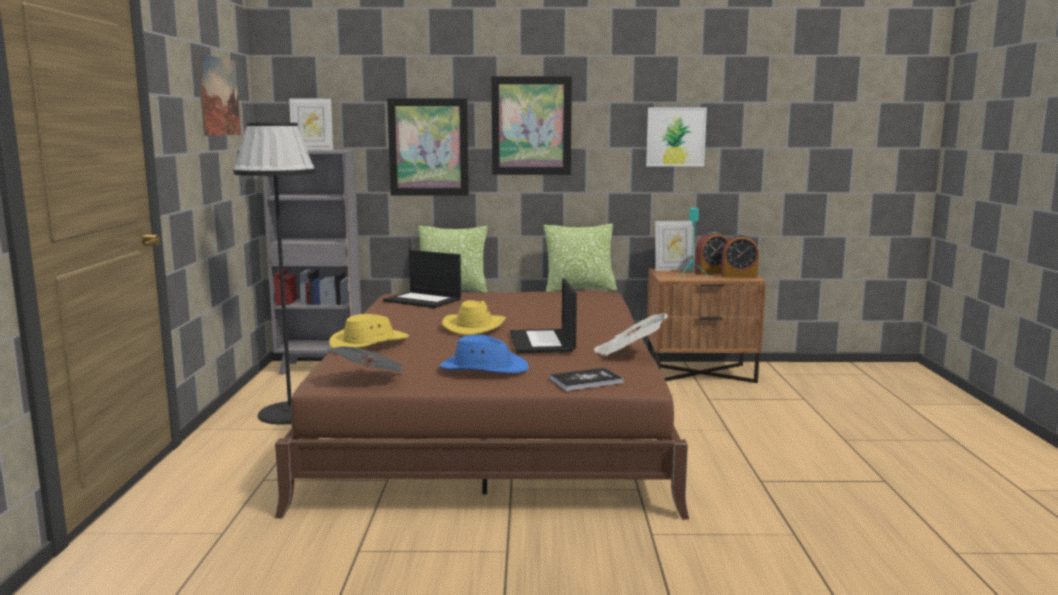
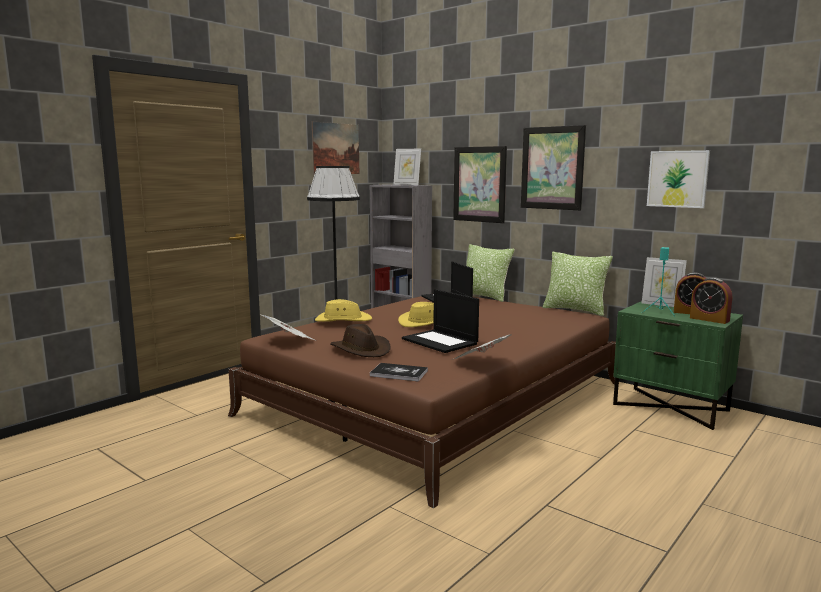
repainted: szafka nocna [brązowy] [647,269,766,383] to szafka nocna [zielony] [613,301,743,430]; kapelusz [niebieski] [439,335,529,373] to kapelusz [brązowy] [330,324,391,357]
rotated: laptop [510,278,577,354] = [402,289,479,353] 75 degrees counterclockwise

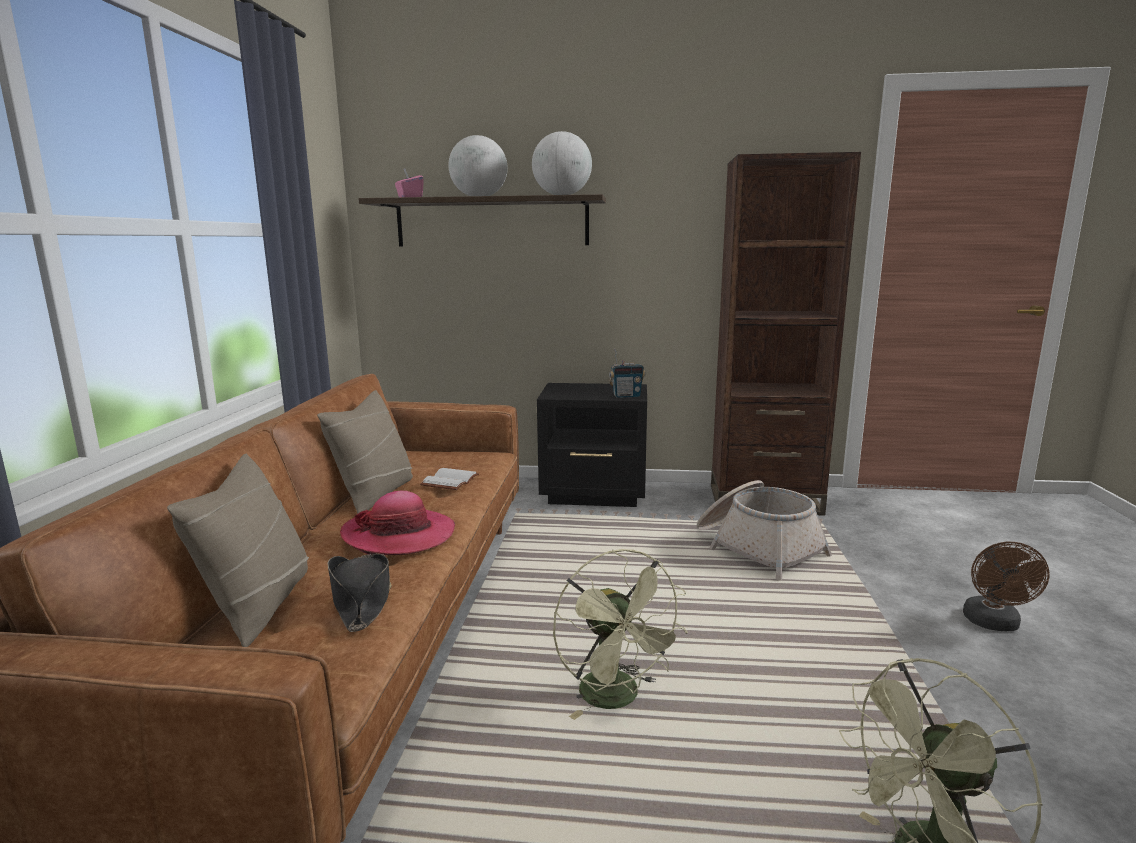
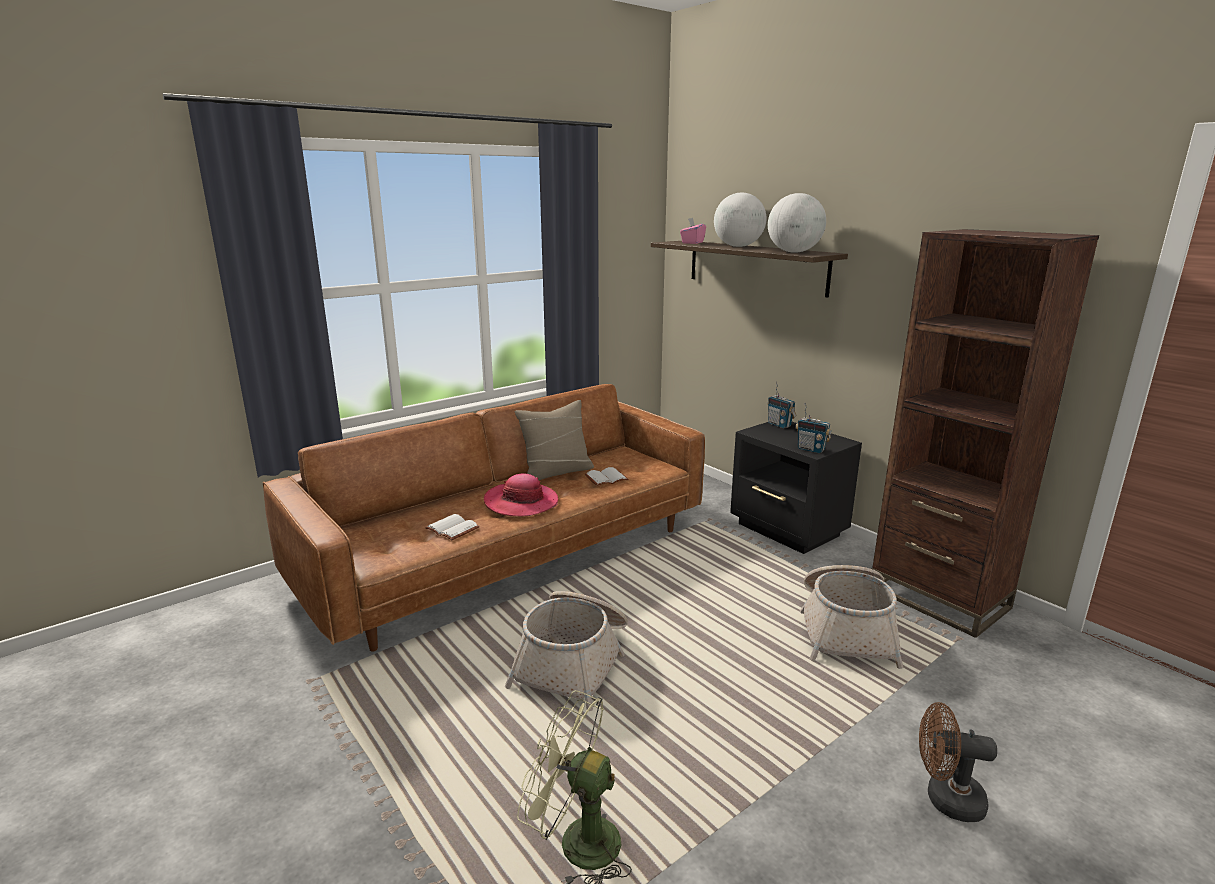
gone: poduszka [beżowy] [167,454,309,647]
new: radio [768,382,797,428]
swapped: wentylator [zielony] [553,549,688,720] to koszyk [505,591,628,711]; kapelusz [czarny] [328,553,392,632] to książka [biały] [425,514,480,540]
rotated: wentylator [brązowy] [963,542,1050,631] = [919,702,997,822] 45 degrees clockwise

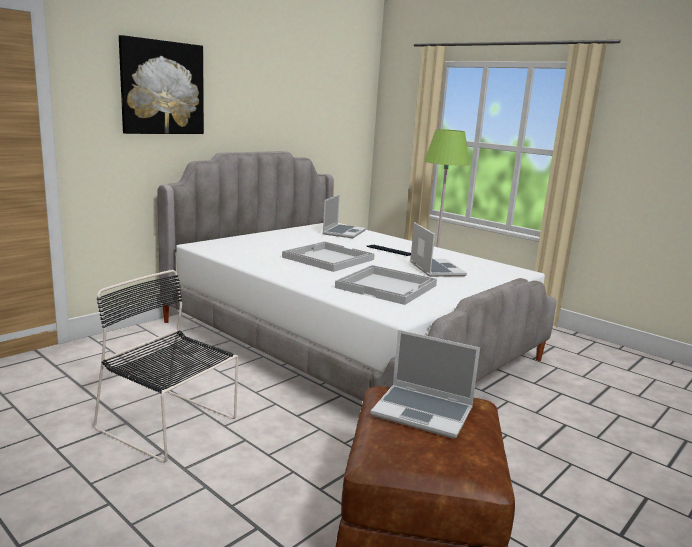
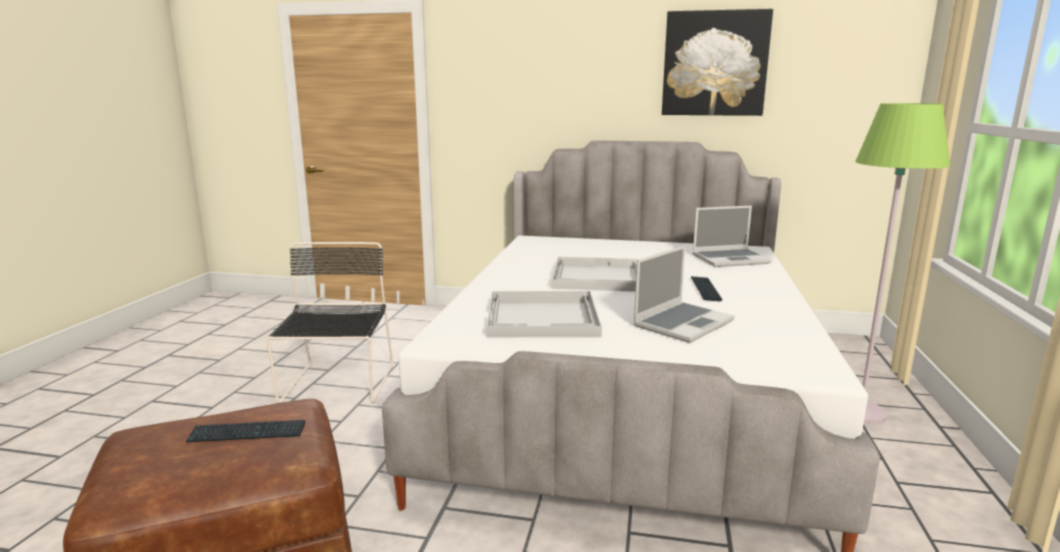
shifted: obraz [119,35,204,134] to [662,9,773,116]
swapped: laptop [371,330,480,439] to klawiatura [185,420,305,442]

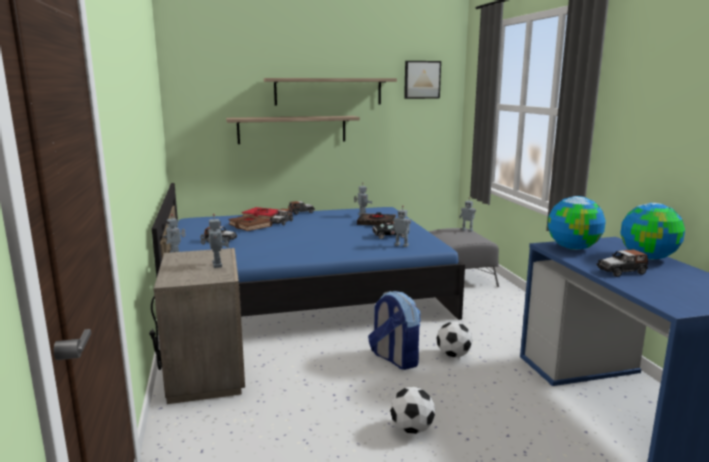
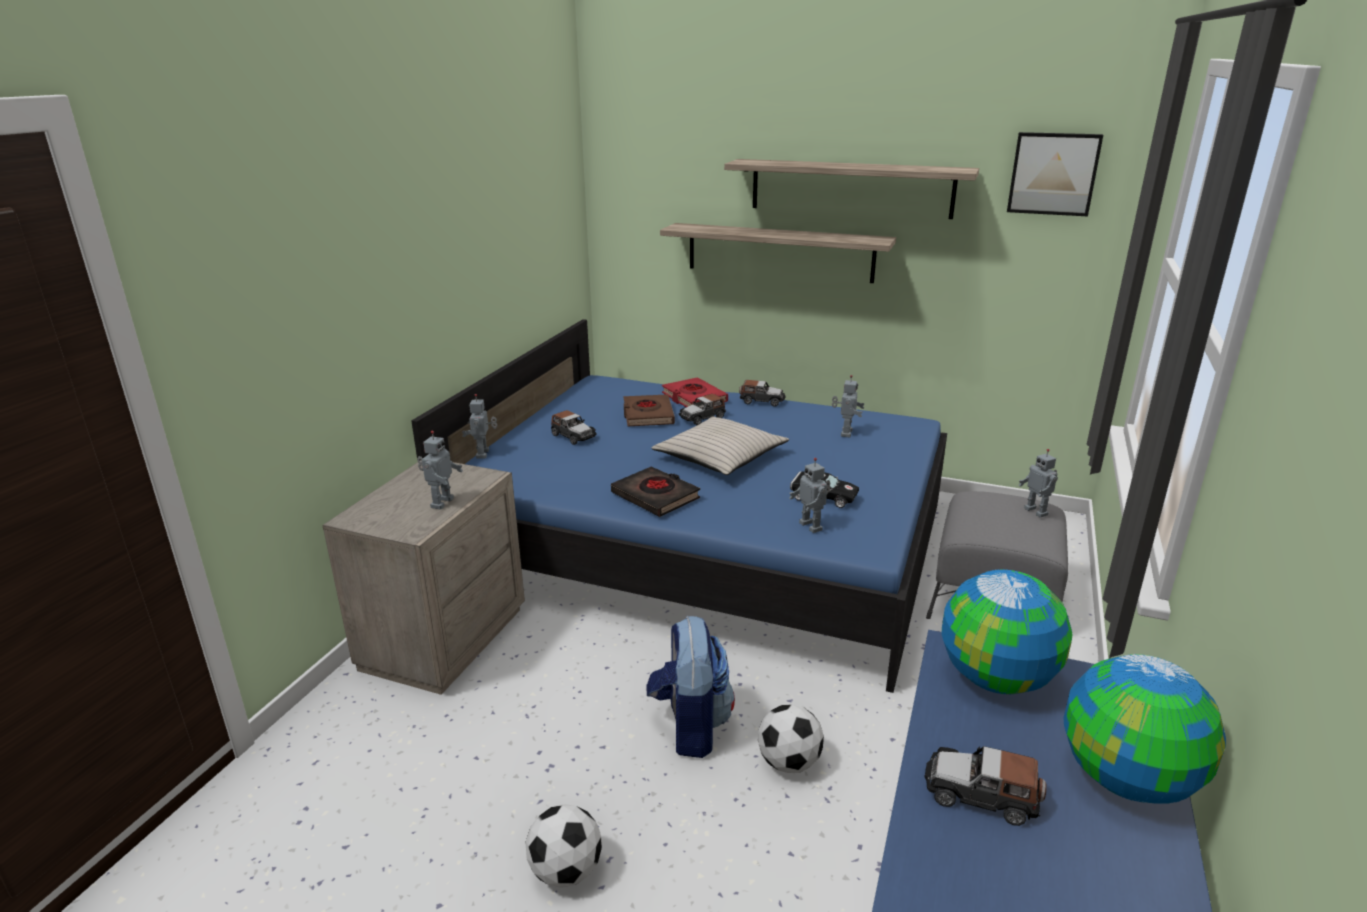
new: poduszka [beżowy] [652,416,789,475]
shifted: książka [czarny] [357,212,396,226] to [611,467,700,517]

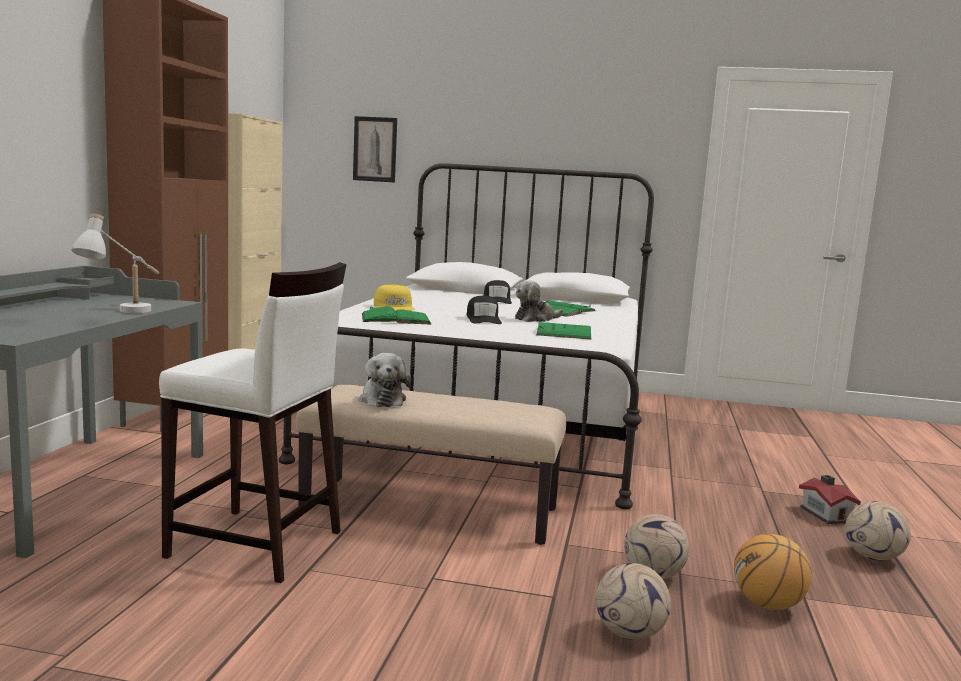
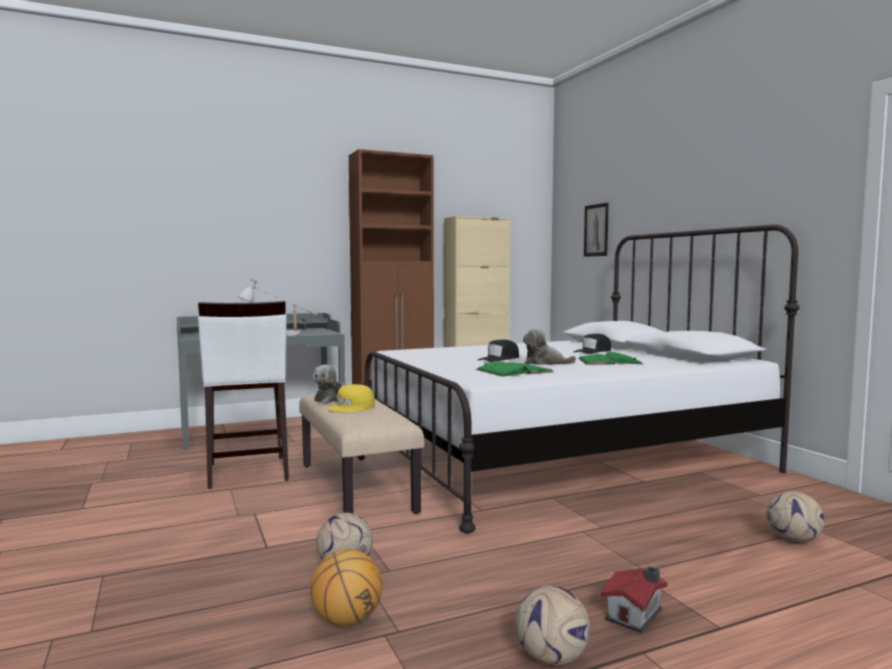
gone: książka [zielony] [362,306,431,325]
shifted: czapka z daszkiem [żółty] [374,284,415,311] to [327,384,375,412]; piłka futbolowa [596,563,671,640] to [766,491,825,543]

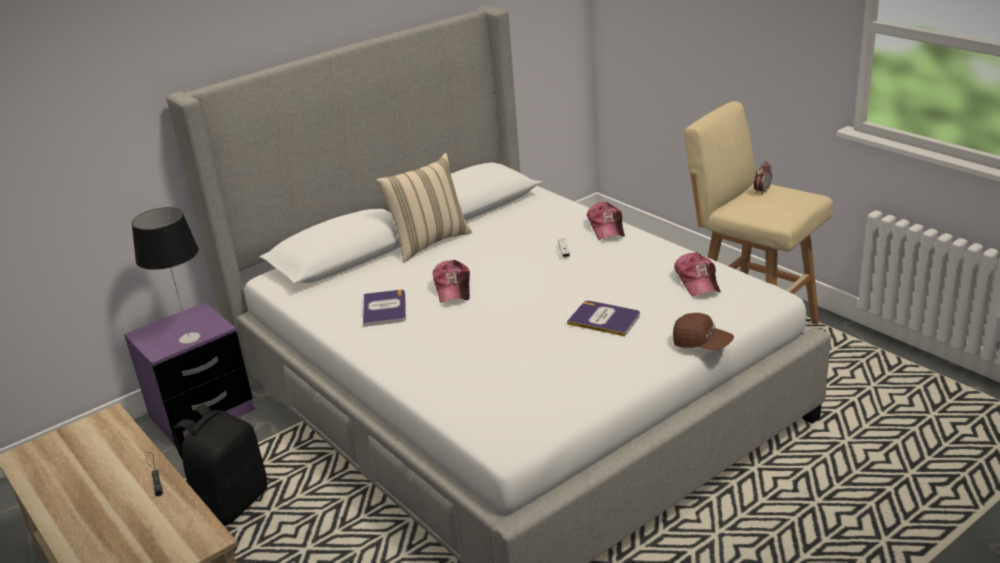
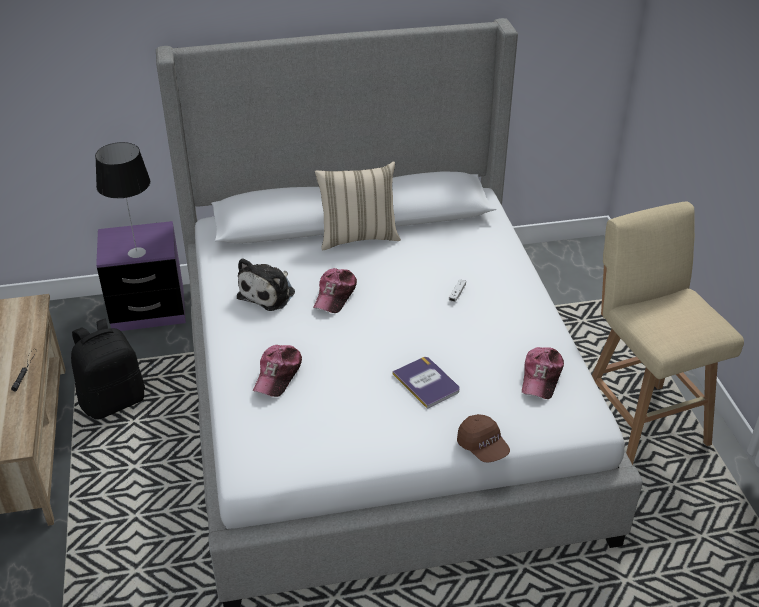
gone: budzik [754,162,772,195]
shifted: czapka z daszkiem [587,202,625,240] to [253,345,302,397]
swapped: książka [363,290,406,327] to pluszak [237,258,295,311]

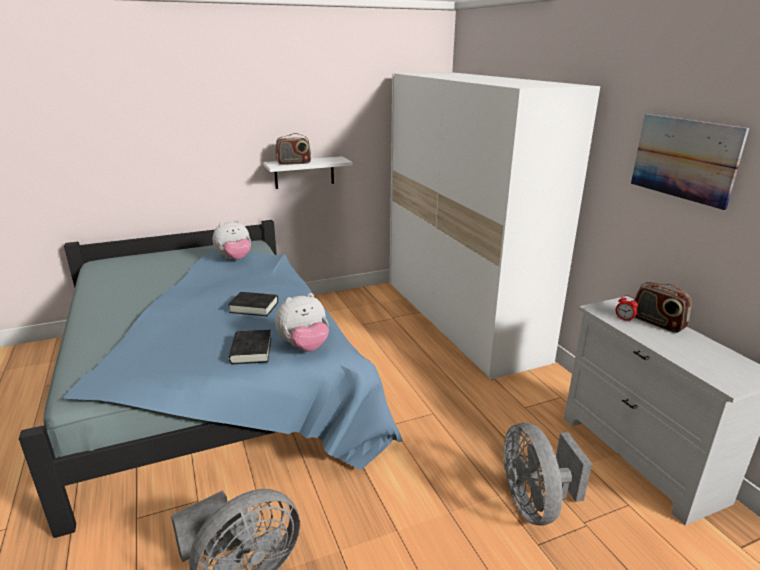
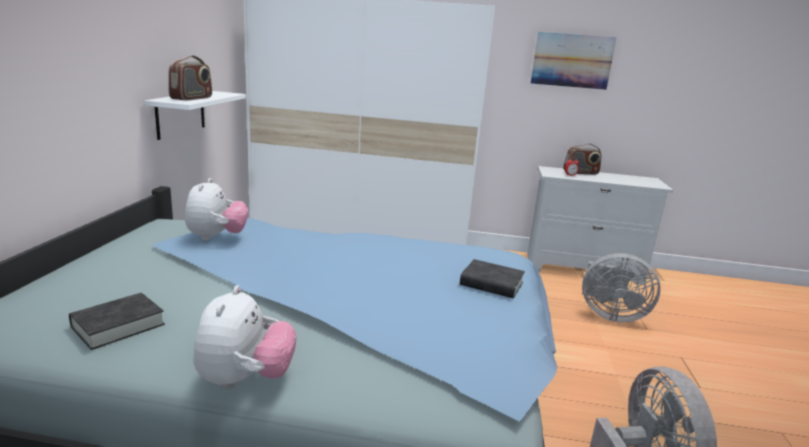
shifted: książka [czarny] [228,292,278,316] to [69,293,165,350]; pluszak [275,293,329,351] to [193,286,297,390]

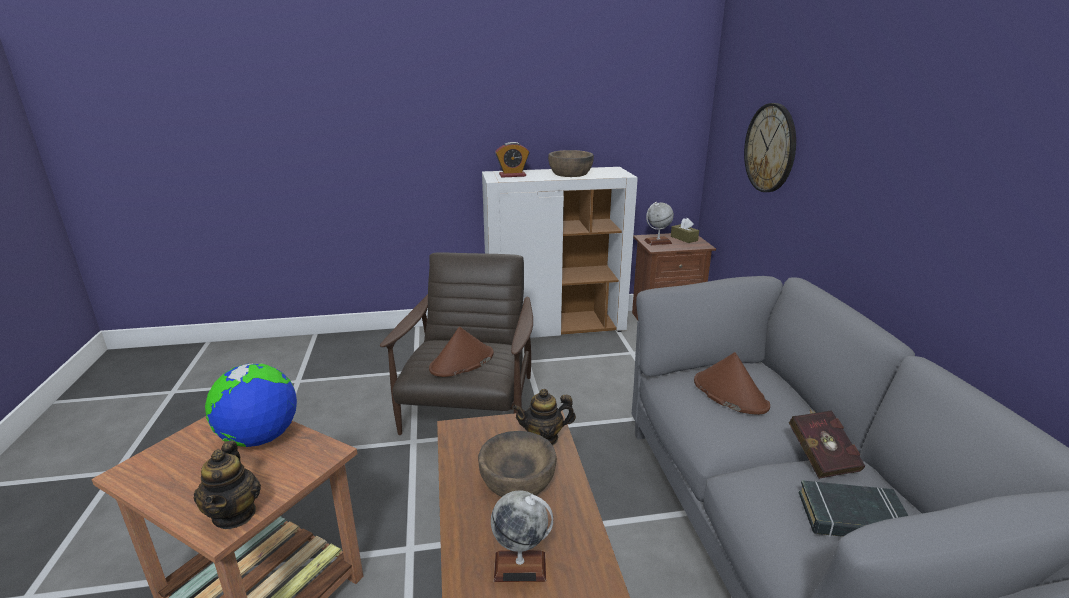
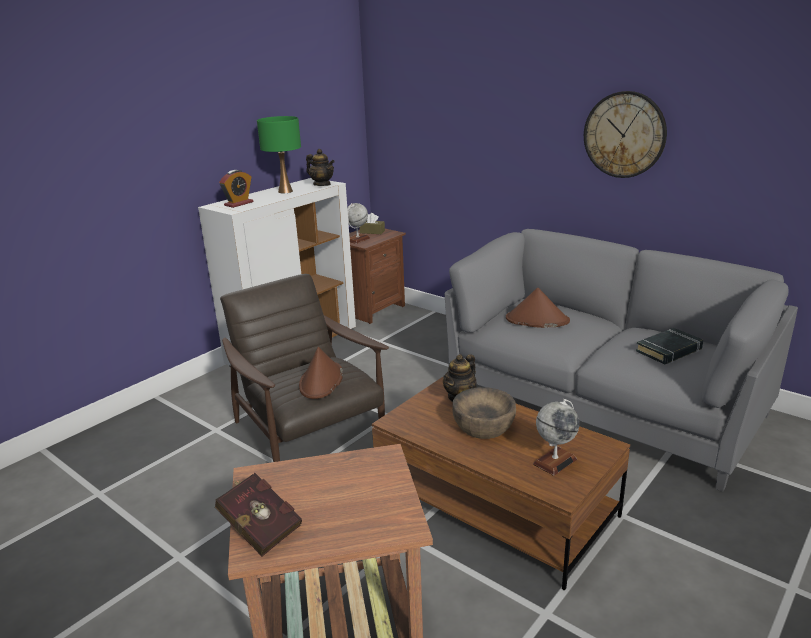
gone: globus [205,364,297,447]
shifted: zegar ścienny [744,103,796,192] to [584,91,667,178]; książka [czerwony] [788,409,865,479] to [215,473,302,557]; imbryk [193,441,261,529] to [306,149,335,186]
swapped: miska [brązowy] [548,150,594,177] to lampa stołowa [zielony] [257,116,301,193]

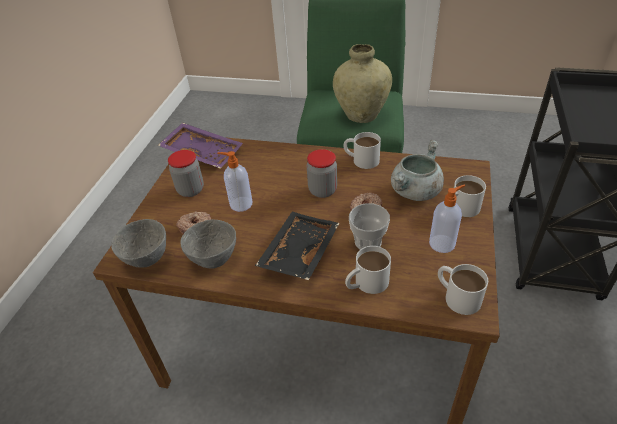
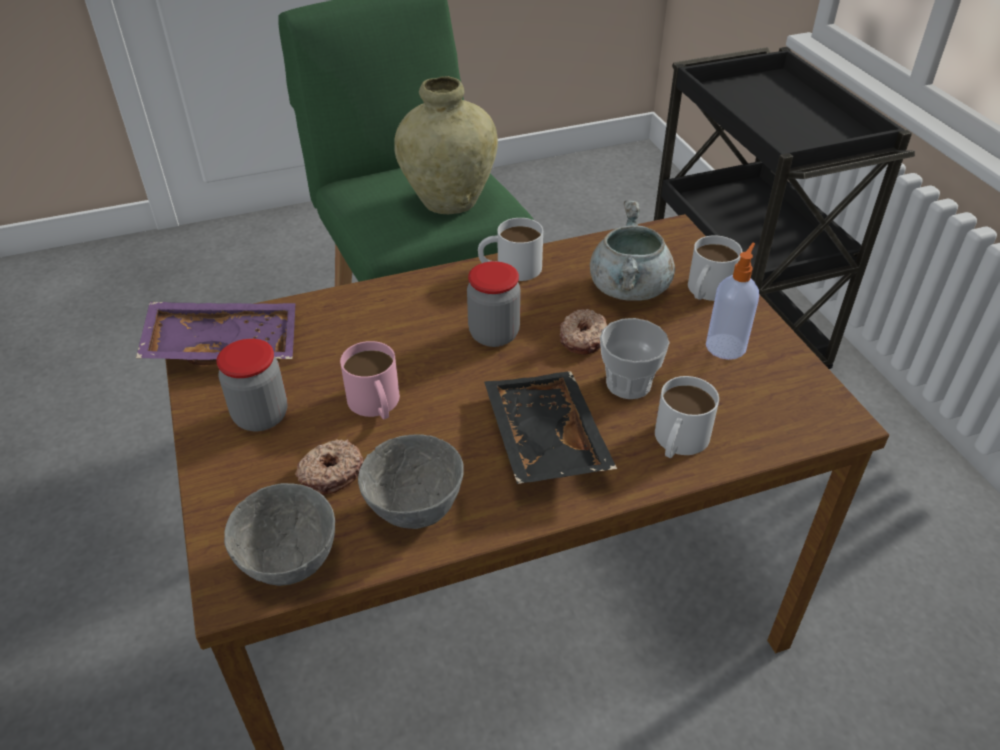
gone: kubek [biały] [438,264,488,315]
swapped: dozownik mydła [217,151,253,212] to kubek [różowy] [340,341,400,419]

